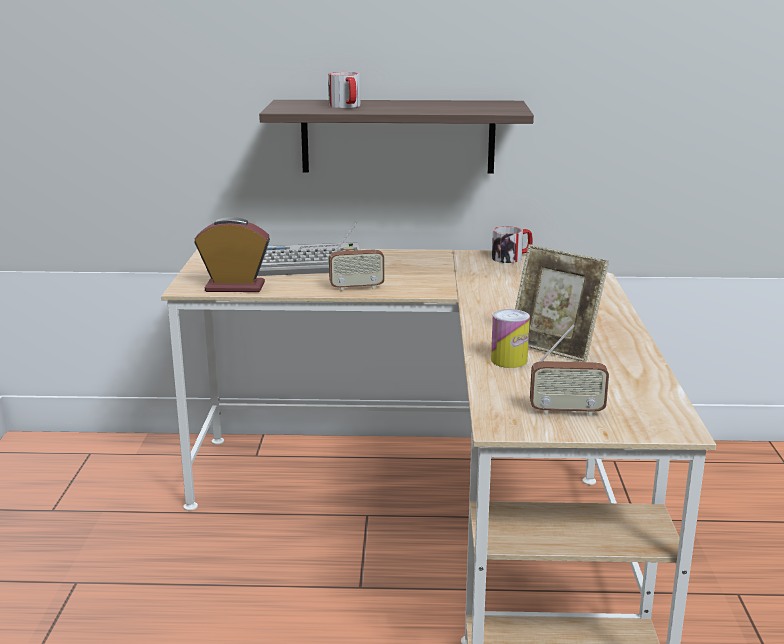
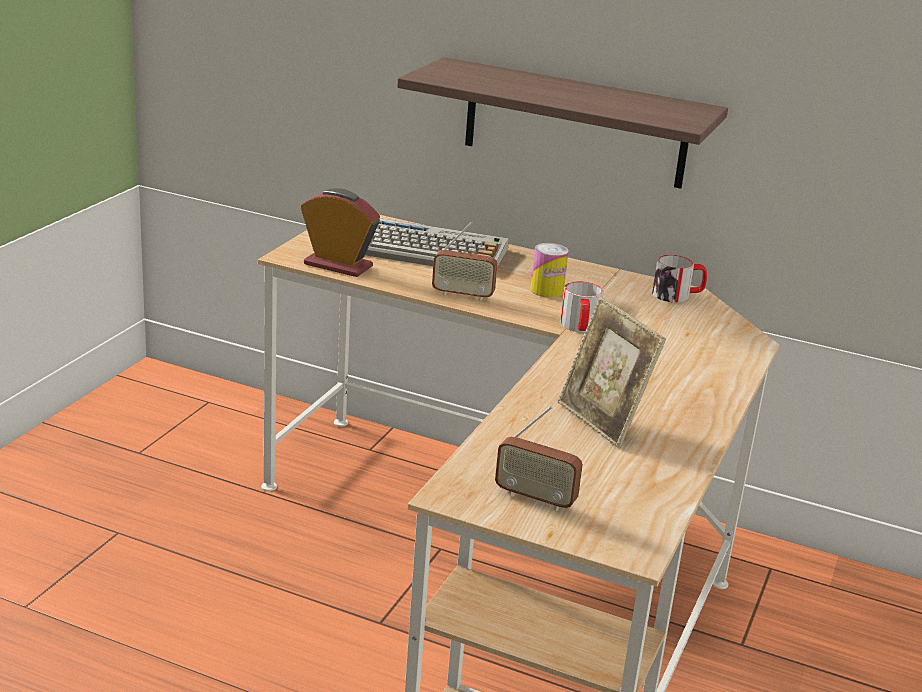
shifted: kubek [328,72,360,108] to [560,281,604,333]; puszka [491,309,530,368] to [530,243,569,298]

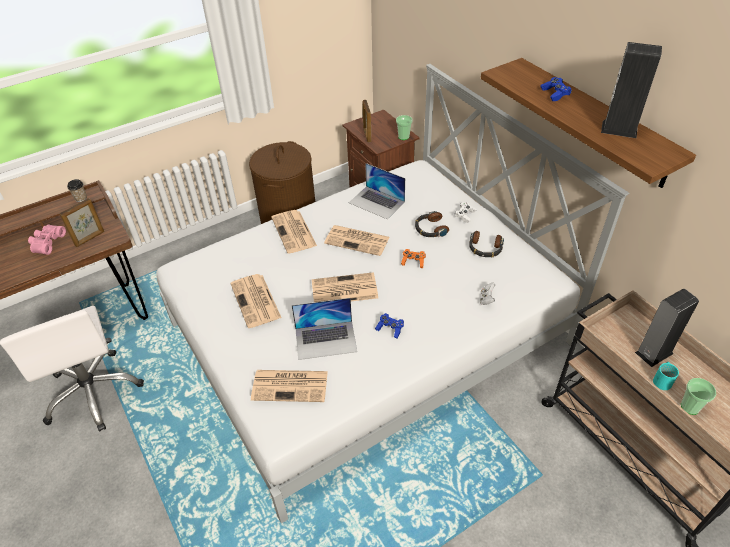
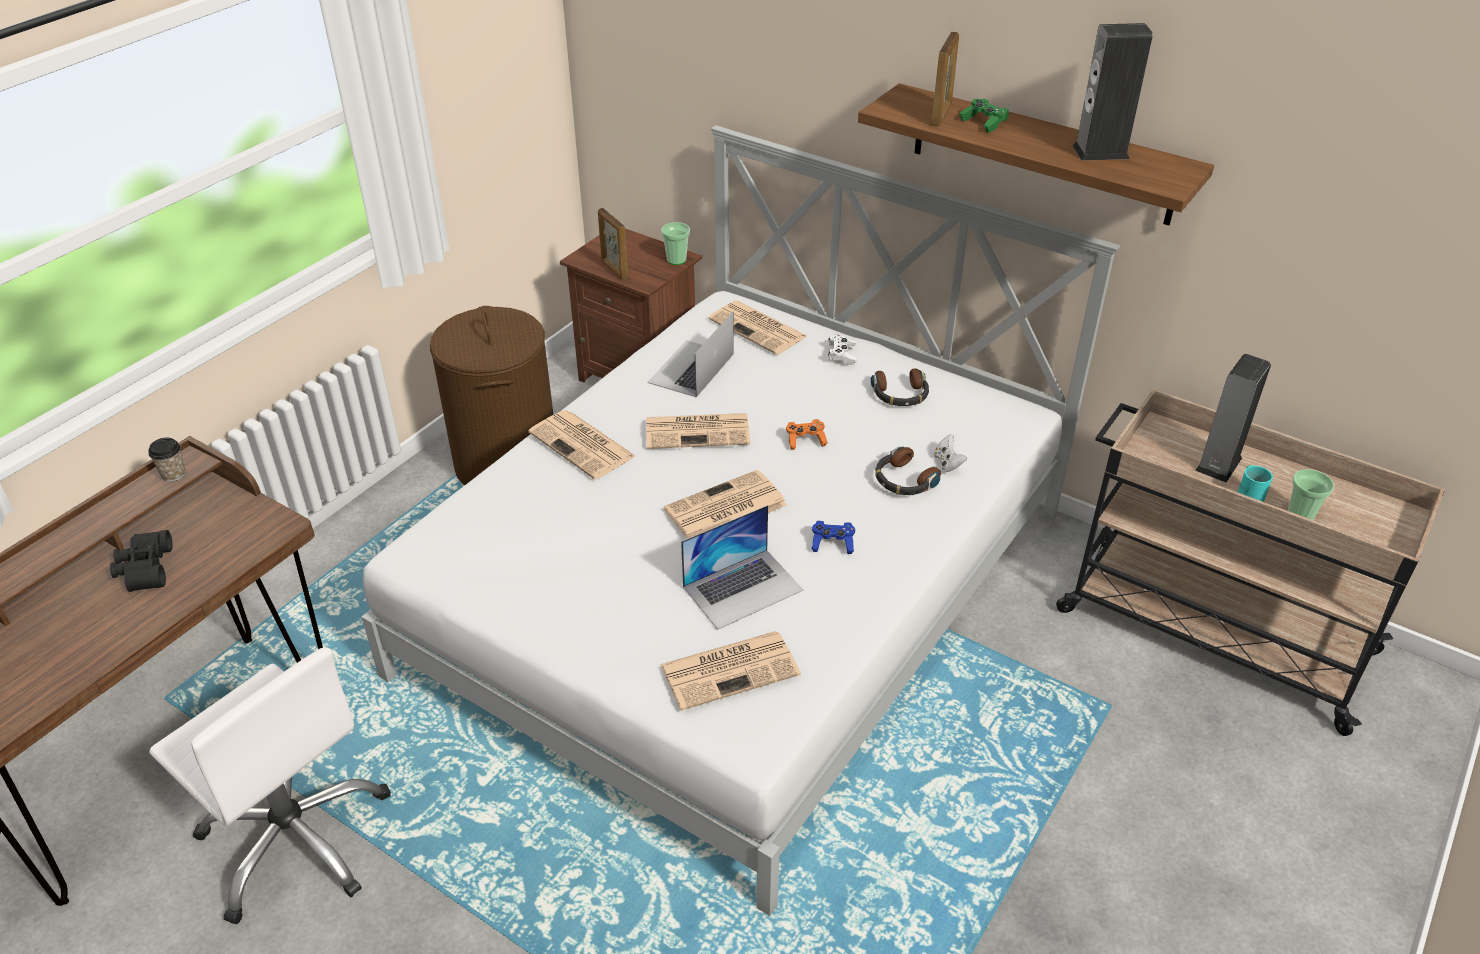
shifted: ramka na zdjęcie [60,198,104,247] to [931,32,959,127]; słuchawki [415,211,449,237] to [875,446,941,495]; gazeta [230,274,282,328] to [708,301,807,355]
repainted: pad do gier [niebieski] [540,77,572,101] to pad do gier [zielony] [959,99,1009,133]; lornetka [różowy] [28,225,66,255] to lornetka [czarny] [110,530,172,592]
rotated: laptop [349,163,405,220] = [647,312,734,398] 105 degrees clockwise

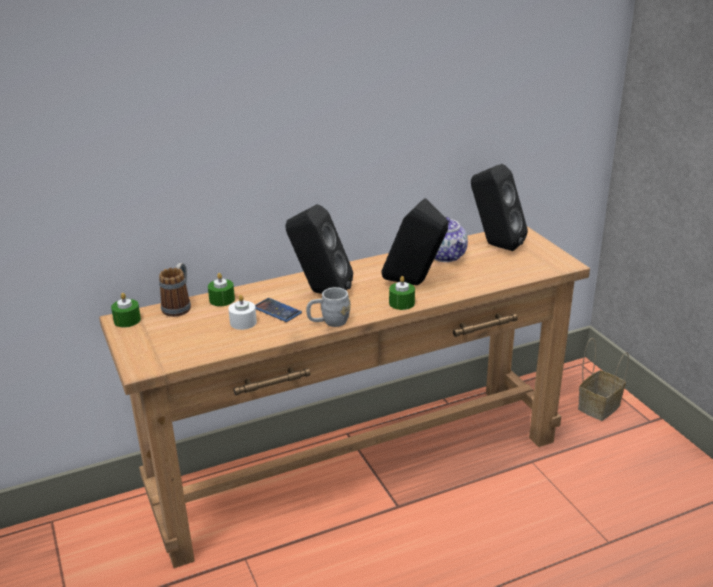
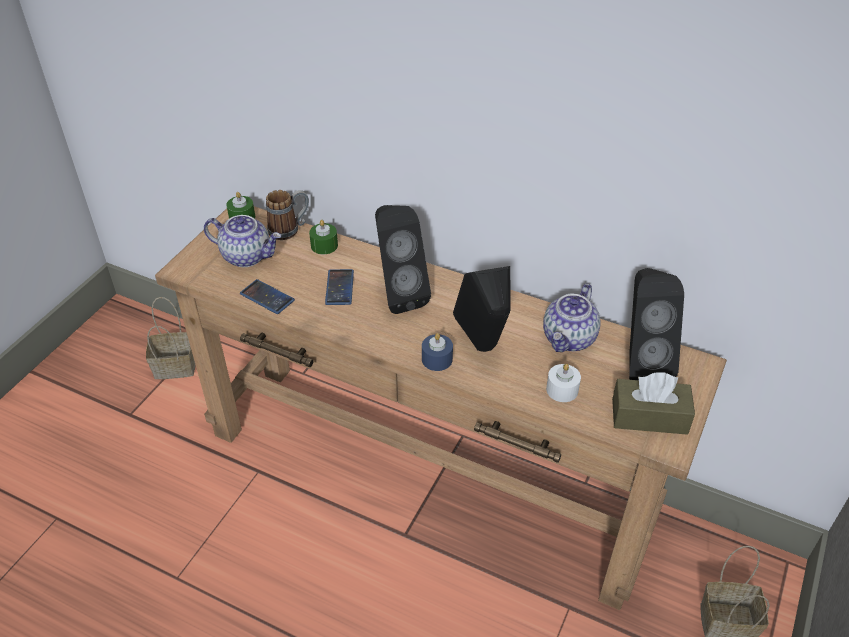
gone: kubek [szary] [306,287,351,327]
new: imbryk [204,215,281,267]; telefon [240,279,295,314]; koszyk [146,297,195,379]; pudełko chusteczek [brązowy] [612,373,695,435]
shifted: świeca [biały] [229,295,257,330] to [546,363,581,402]
repainted: świeca [zielony] [389,276,415,310] to świeca [niebieski] [422,333,453,371]

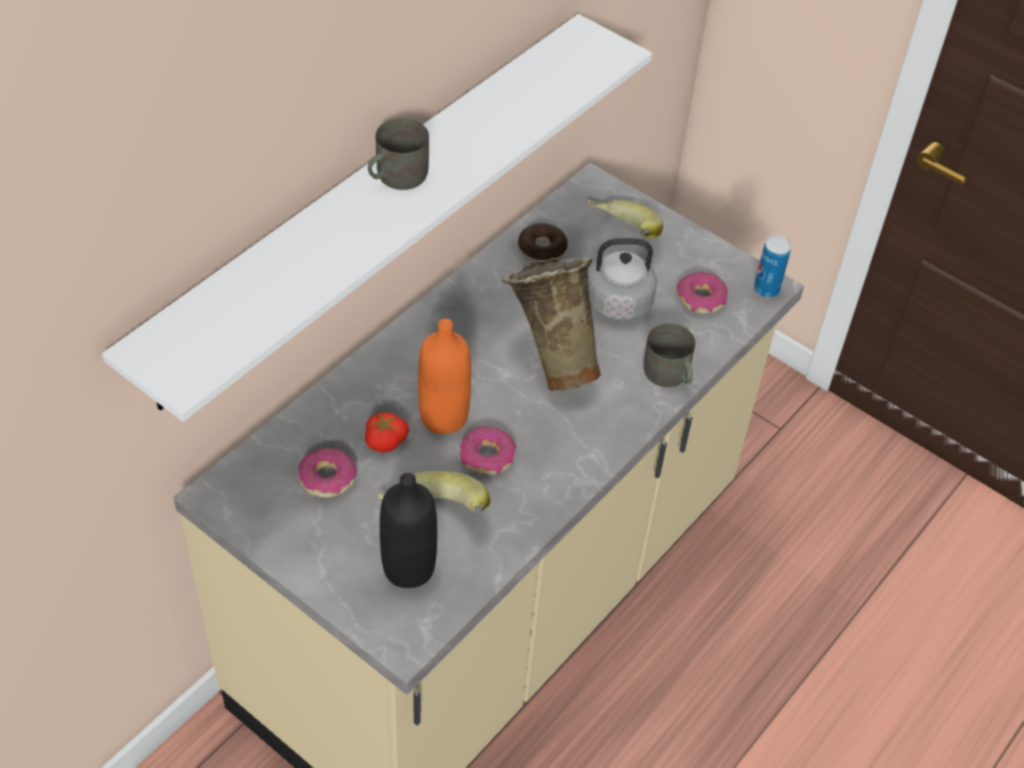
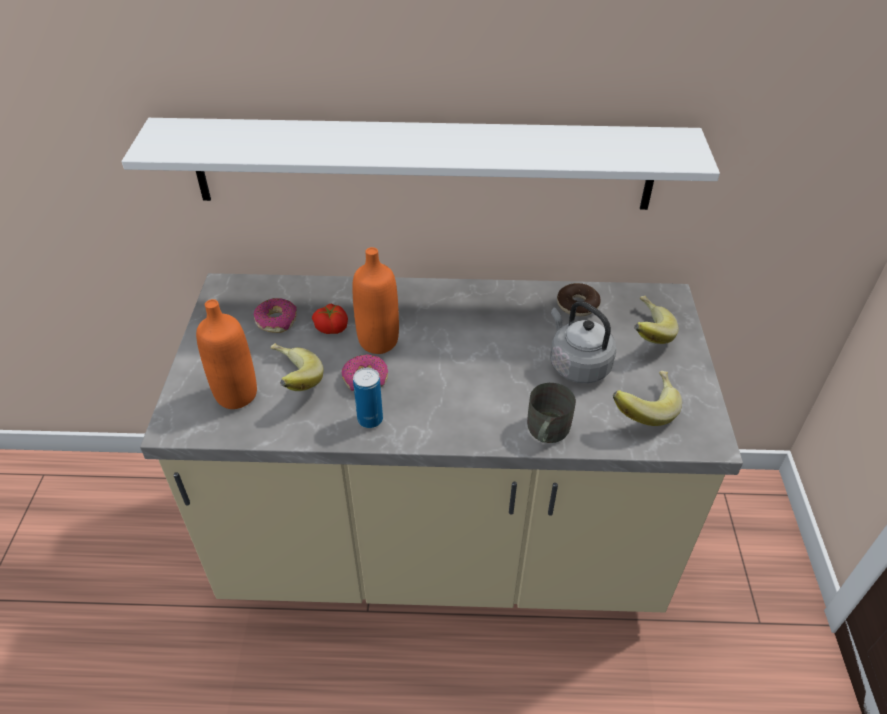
gone: kubek [szary] [368,118,429,190]; wazon [beżowy] [502,257,601,391]
shifted: puszka [754,236,791,298] to [353,368,383,428]
swapped: donut [677,272,728,314] to banan [613,371,682,426]
repainted: butelka [czarny] [380,473,437,588] to butelka [pomarańczowy] [196,299,257,409]

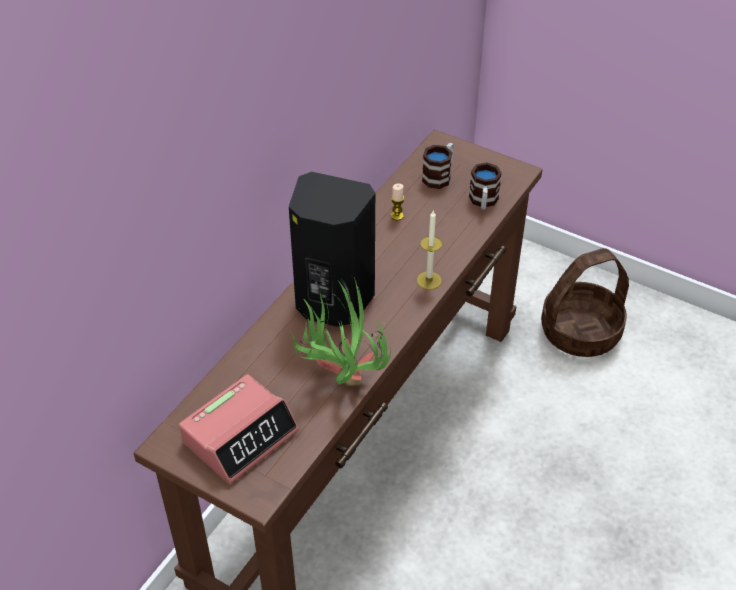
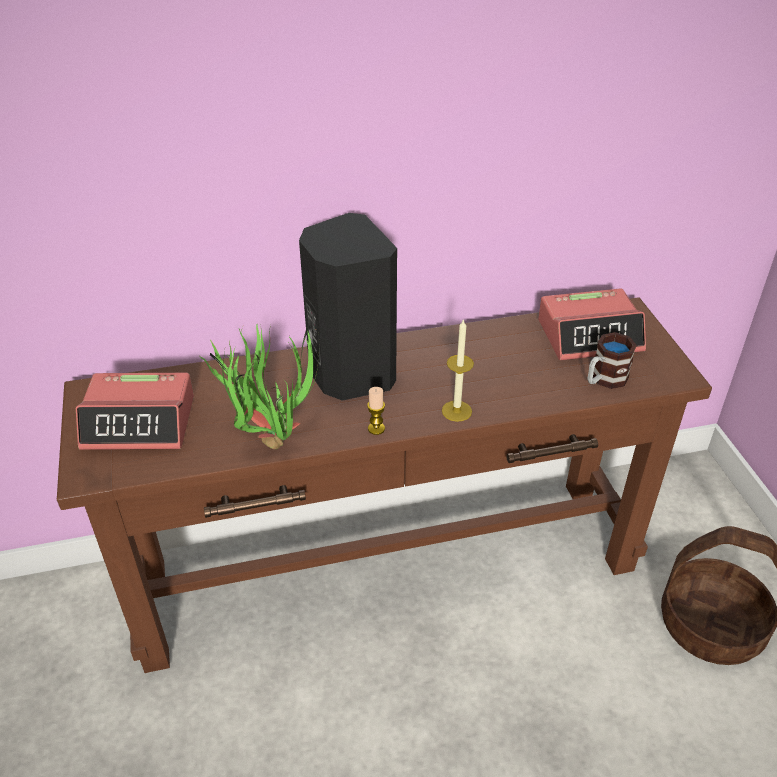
shifted: świeca [391,184,404,220] to [367,387,385,435]
swapped: kubek [422,143,454,189] to budzik [538,288,646,360]

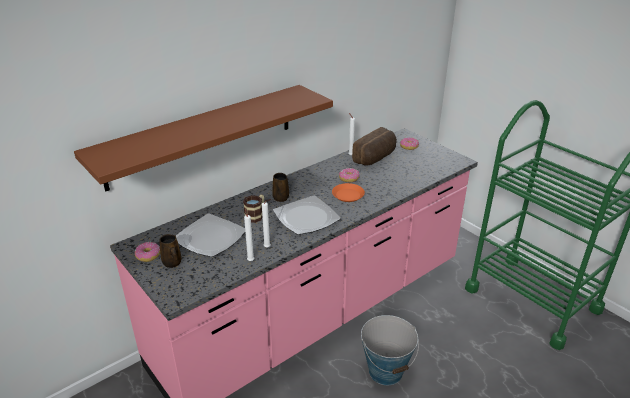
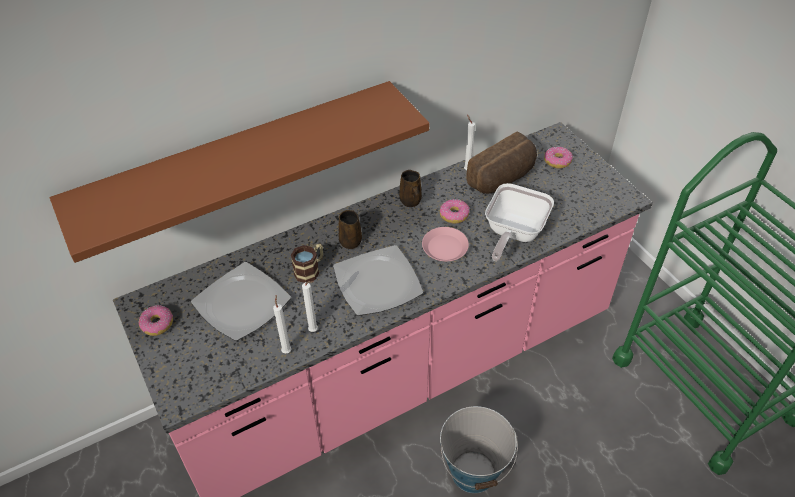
new: patelnia [485,183,554,261]
shifted: kubek [brązowy] [159,234,182,268] to [399,170,422,207]
repainted: talerz [pomarańczowy] [332,183,365,202] to talerz [różowy] [422,227,469,261]

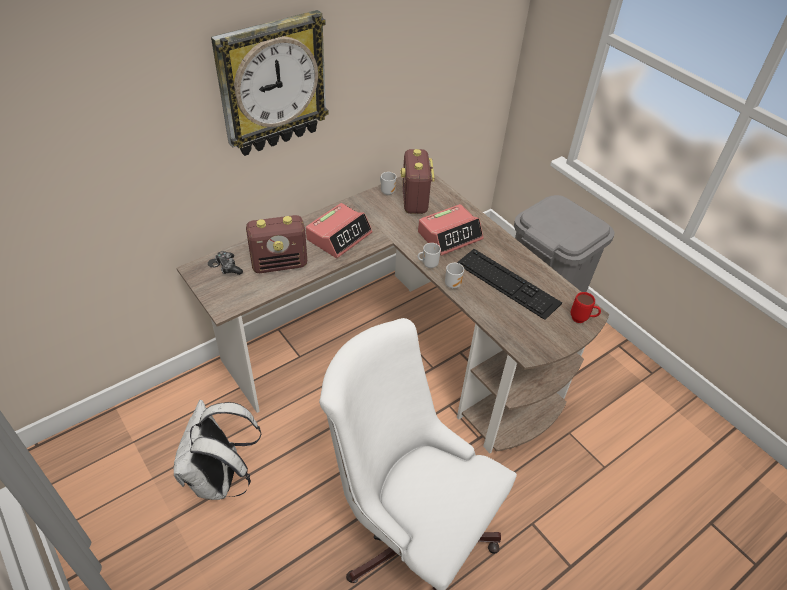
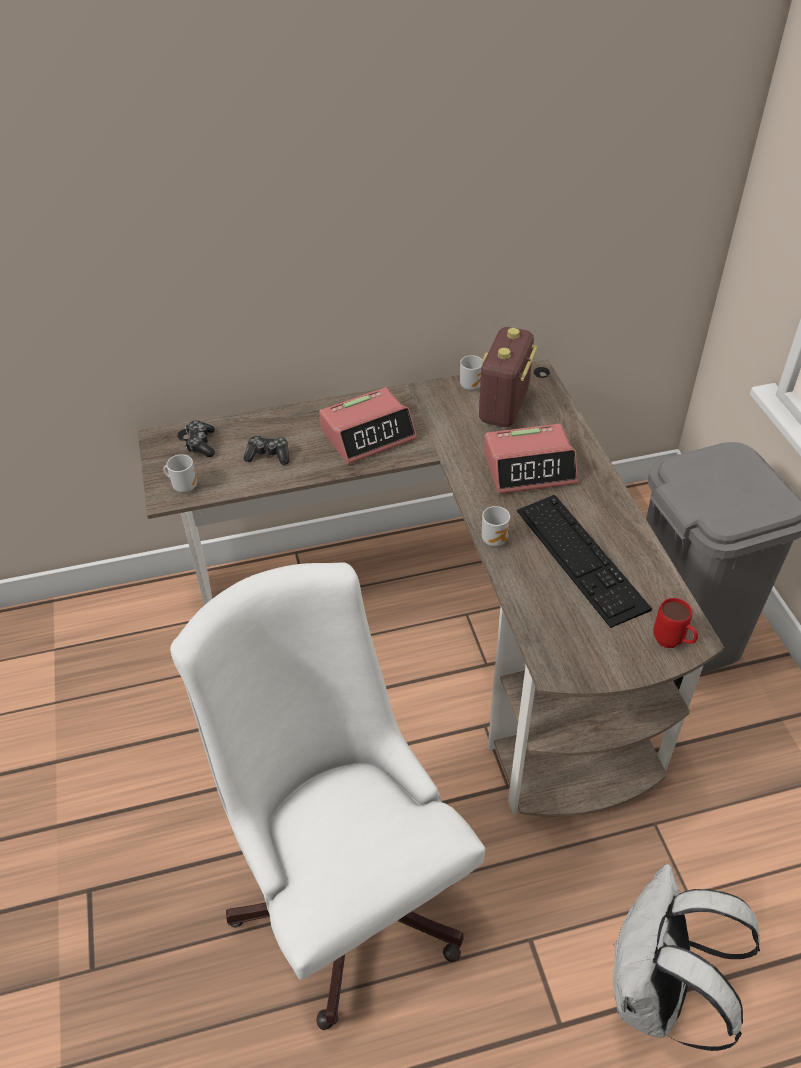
gone: zegar ścienny [211,10,329,156]
shifted: kubek [418,243,441,268] to [163,454,197,493]; plecak [biały] [173,400,262,500] to [613,864,760,1051]
swapped: radio [246,215,307,273] to pad do gier [244,435,289,465]

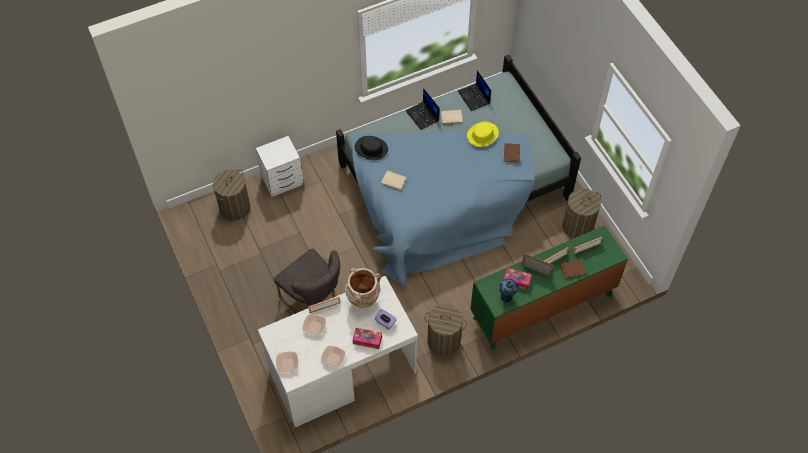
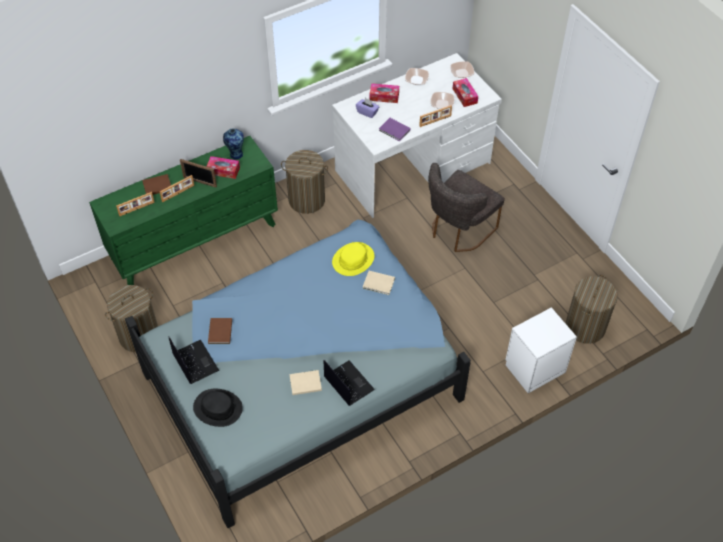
new: pudełko chusteczek [453,78,478,107]
shifted: laptop [458,70,491,111] to [168,336,219,384]; kapelusz [żółty] [467,122,499,147] to [332,242,374,276]; kapelusz [czarny] [355,136,388,160] to [193,389,243,427]
swapped: wazon [beżowy] [345,268,381,308] to książka [fioletowy] [379,118,411,141]
rotated: krzesło [szary] [274,248,340,314] = [428,163,505,252] 90 degrees counterclockwise

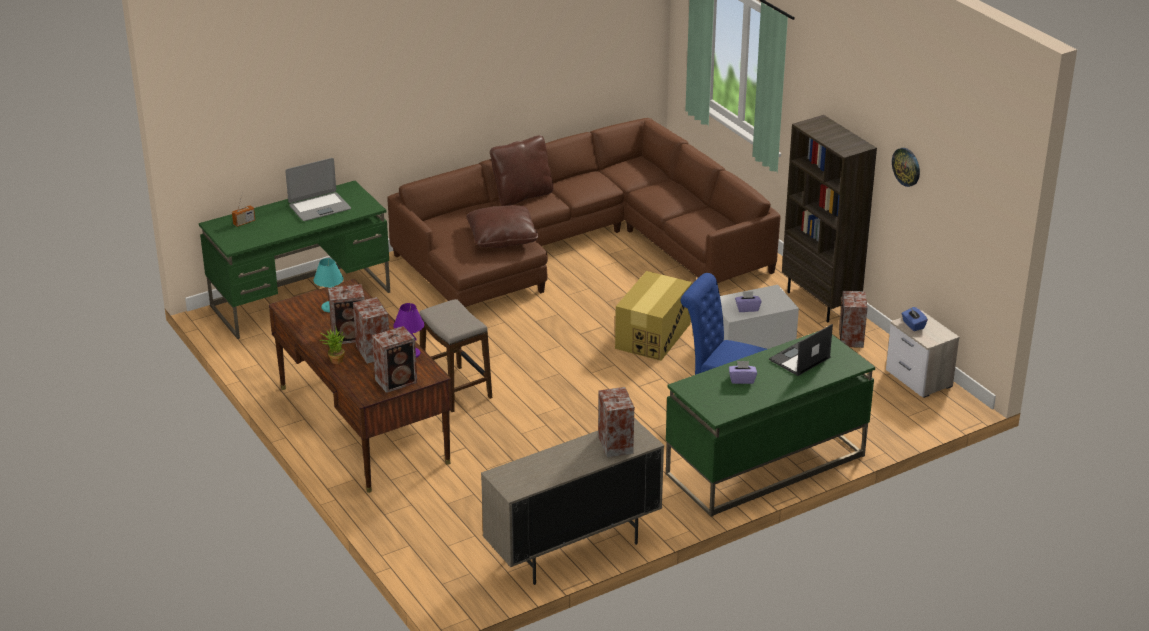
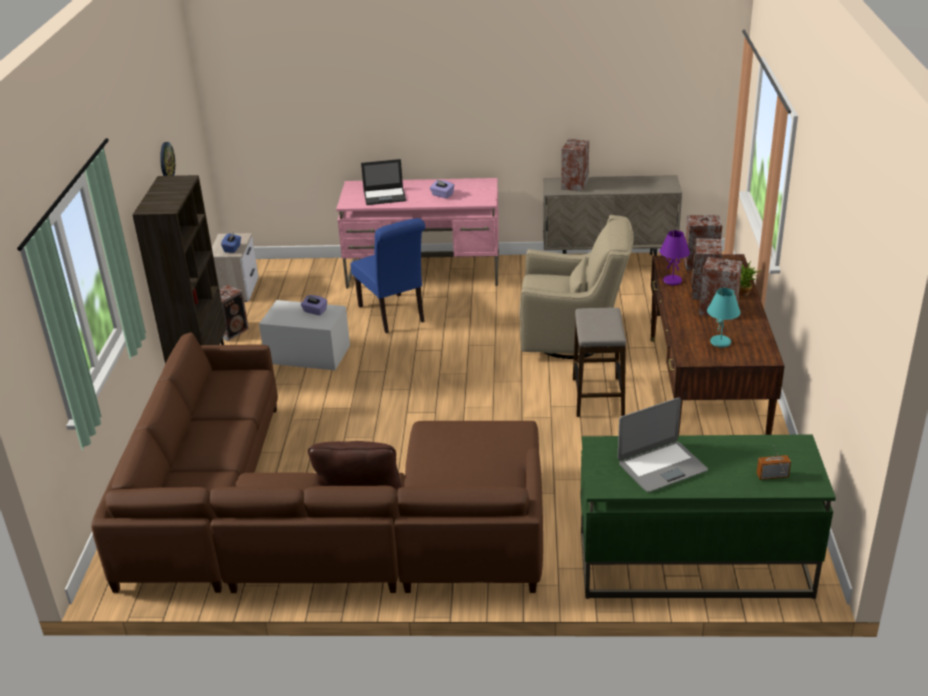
gone: poduszka [brązowy] [466,205,538,248]; karton [615,271,692,361]
new: fotel [beżowy] [519,215,634,359]
repainted: biurko [zielony] [666,331,875,517] to biurko [różowy] [336,178,499,289]
rotated: laptop [285,158,351,221] = [617,397,708,492] 150 degrees clockwise

